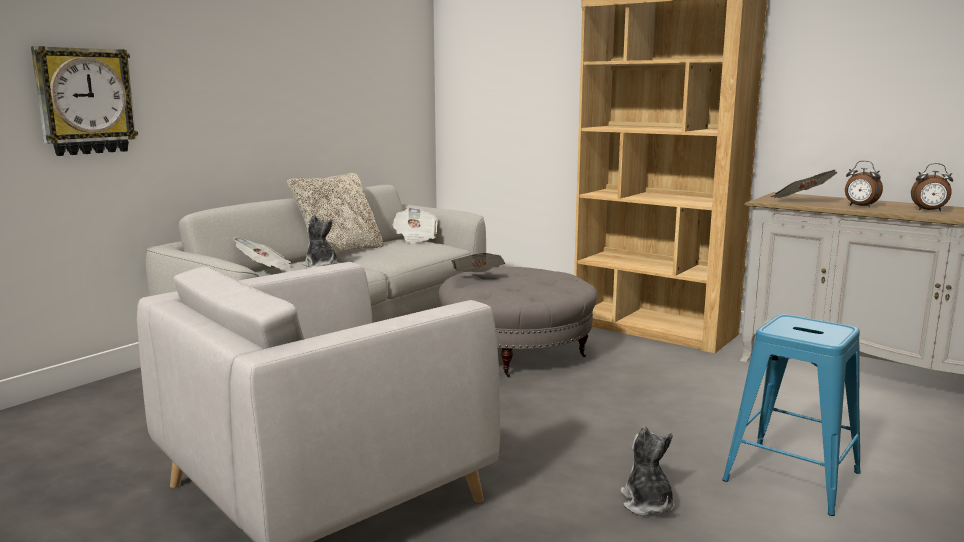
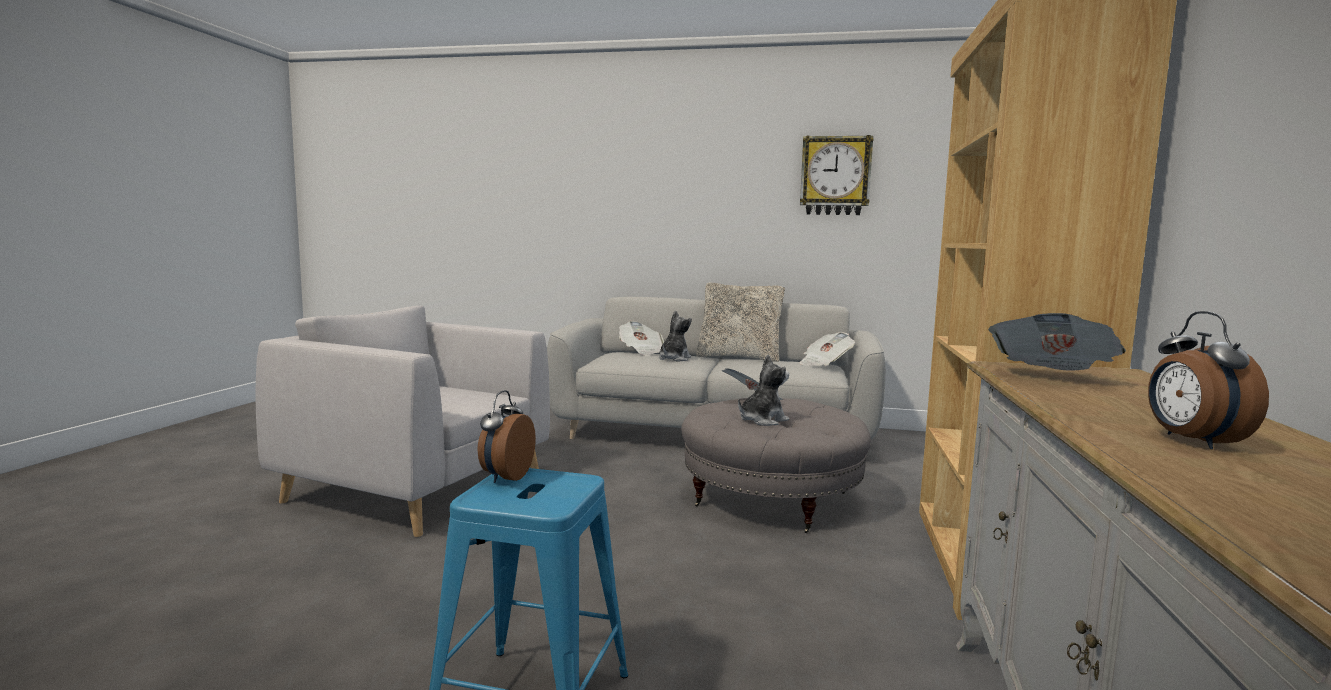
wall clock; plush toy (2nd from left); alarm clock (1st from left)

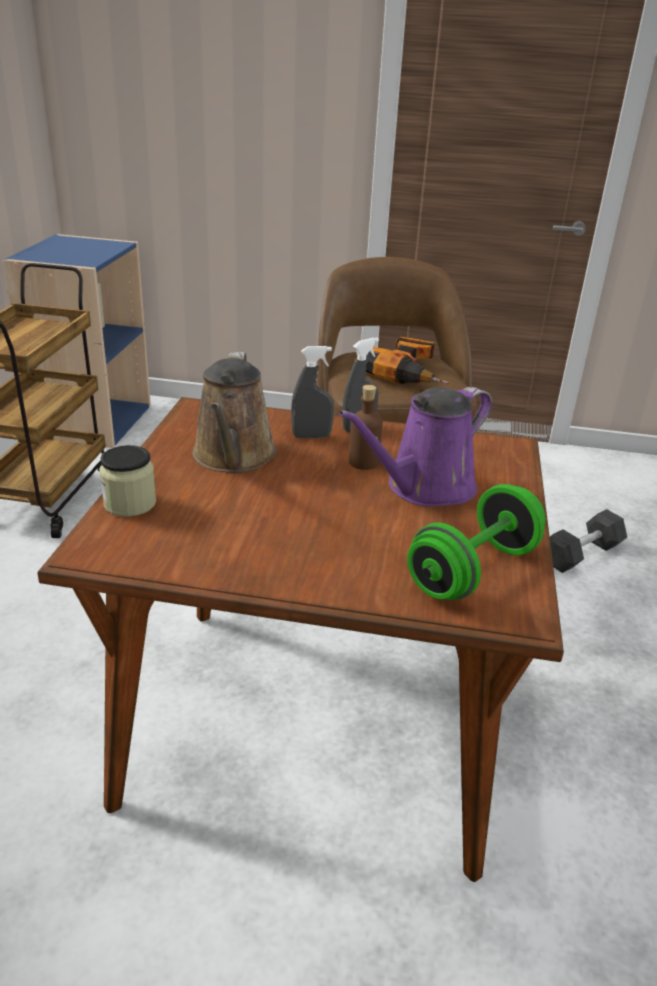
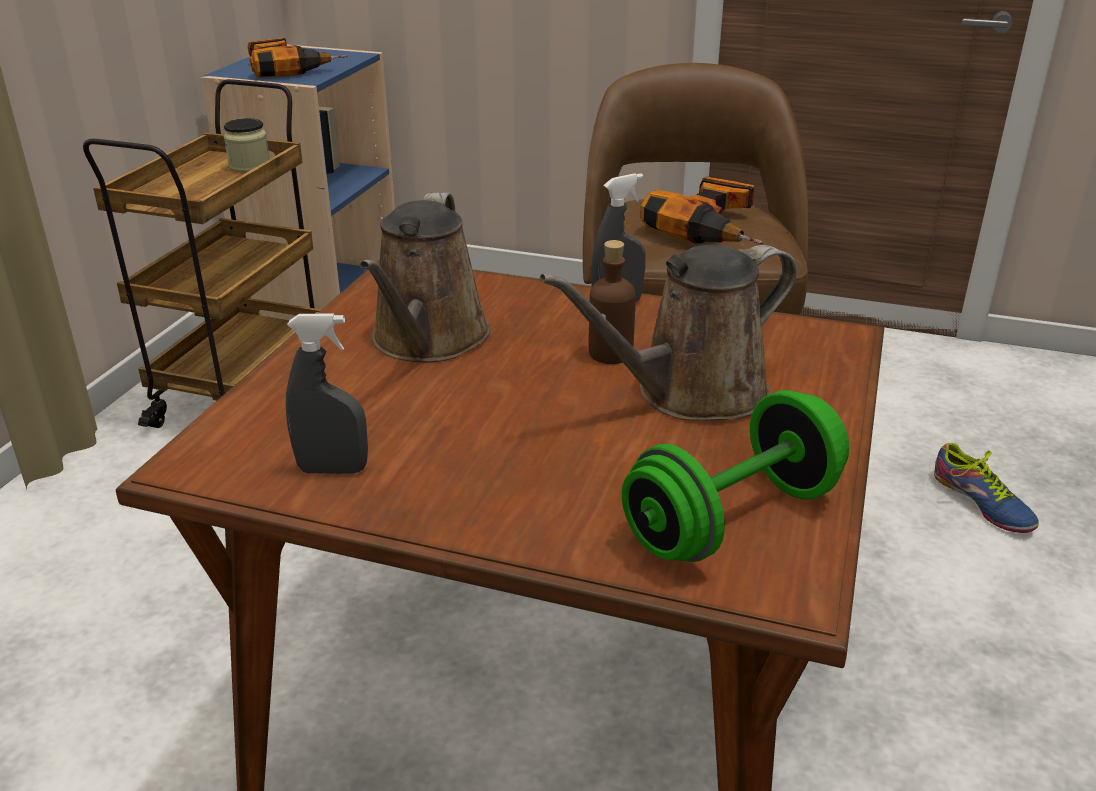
jar; grey spray bottle (1st from left); brown watering can (2nd from left); shoe; power drill (1st from left)

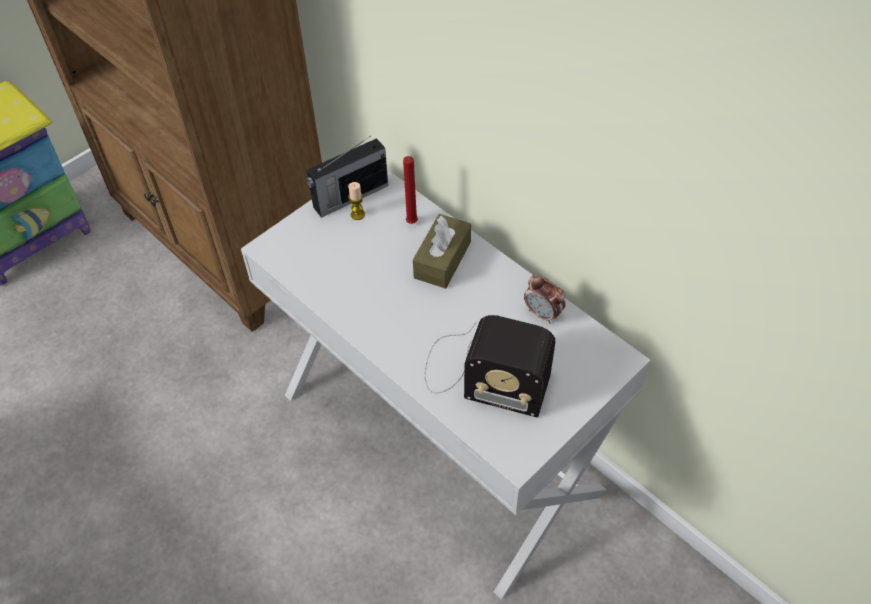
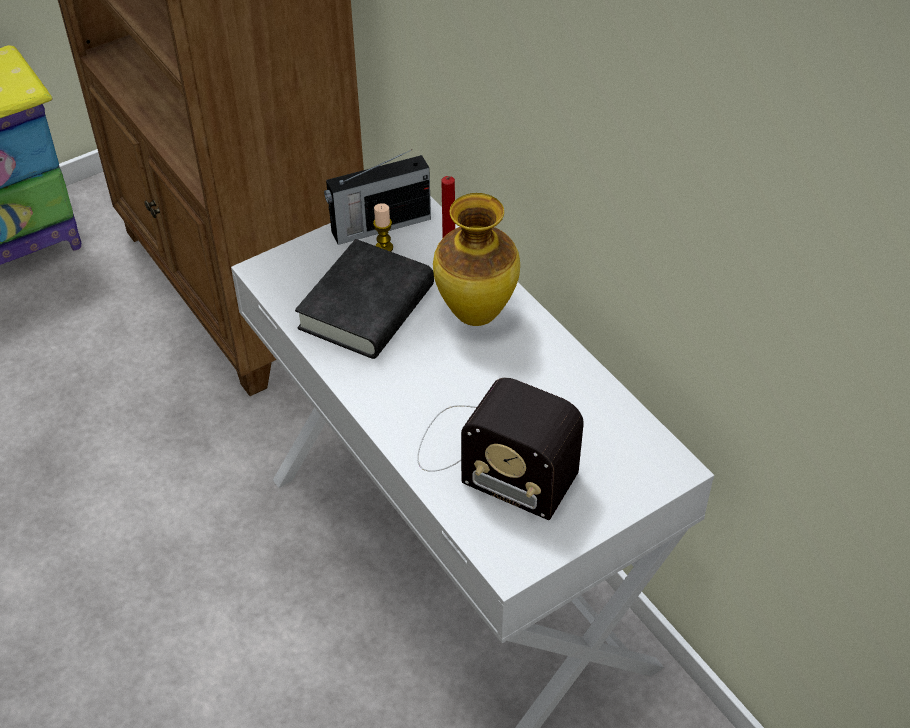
vase; alarm clock; black book

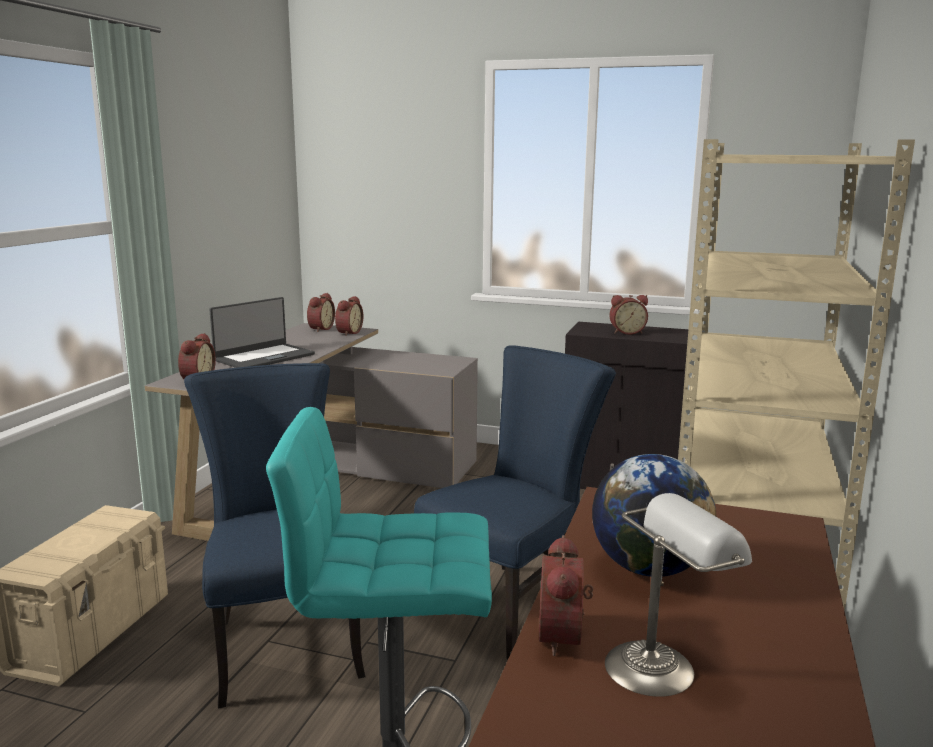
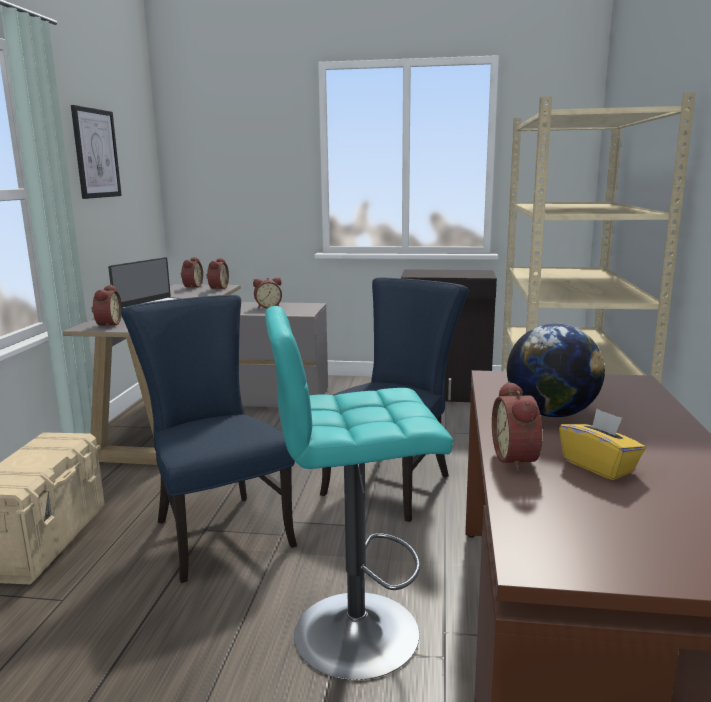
yellow tissue box; alarm clock (4th from left); picture

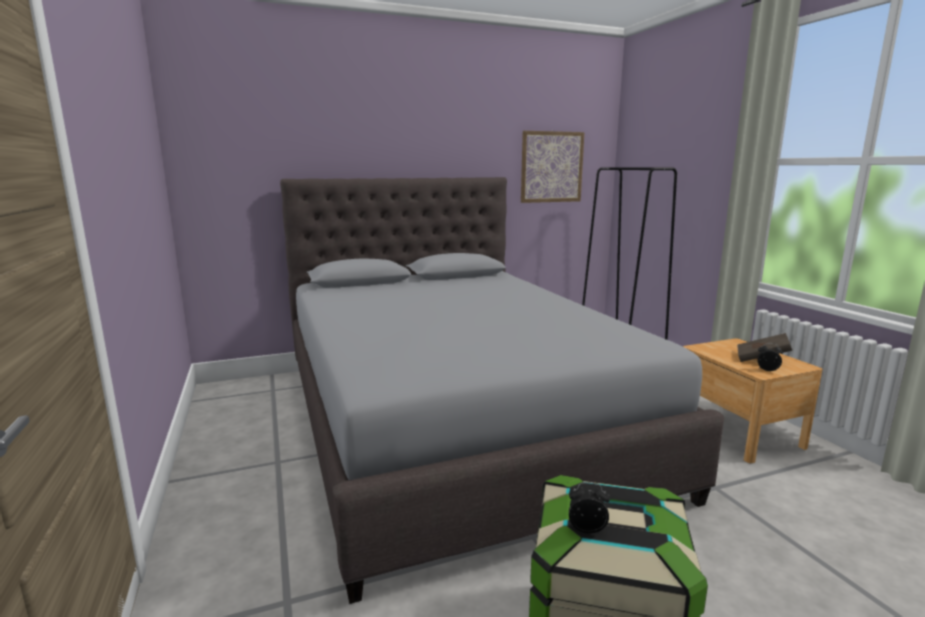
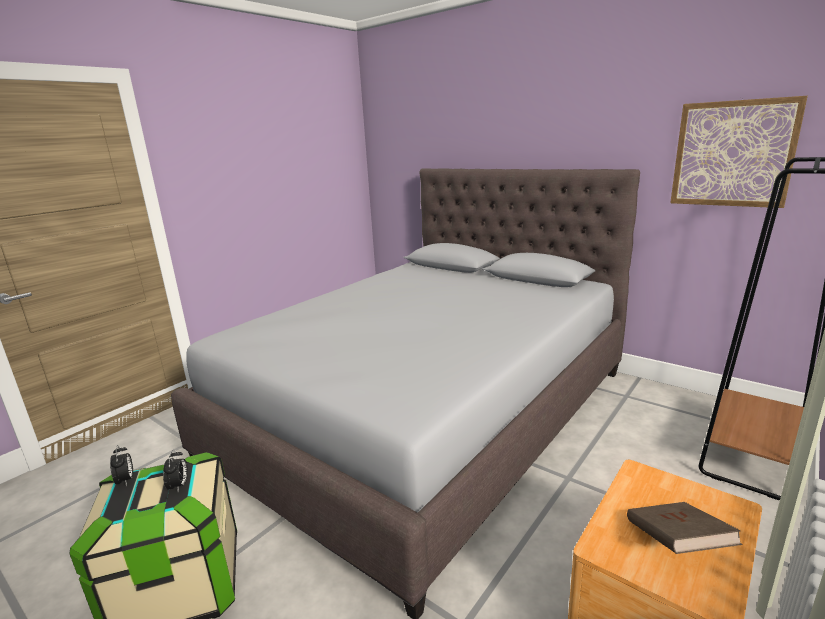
alarm clock (2nd from left)

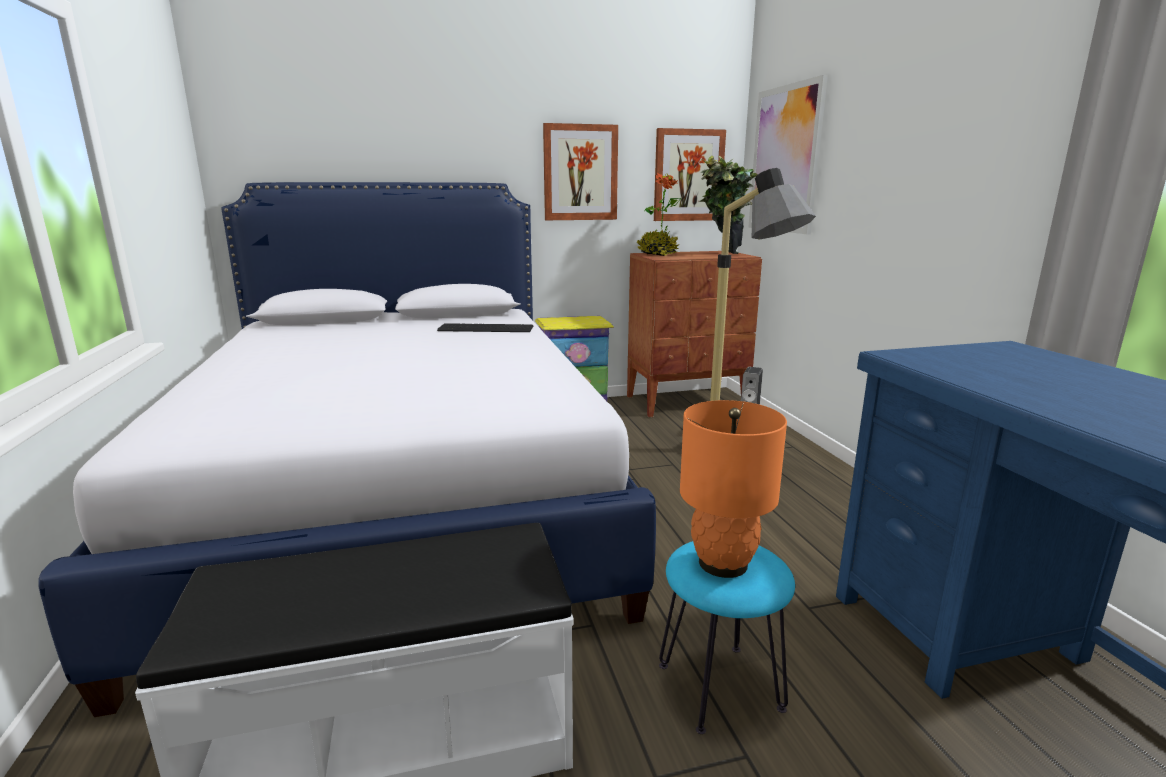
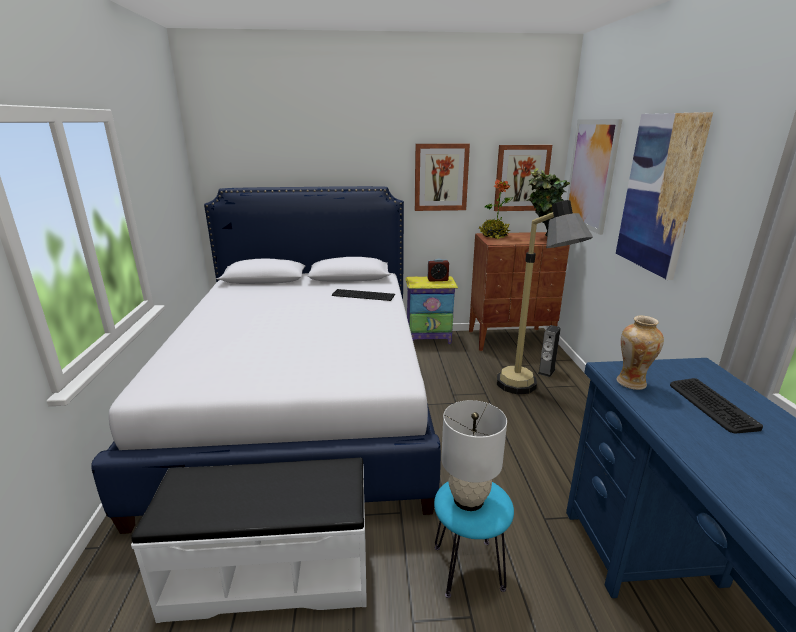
white table lamp; alarm clock; picture (4th from left); vase; keyboard (2nd from left)

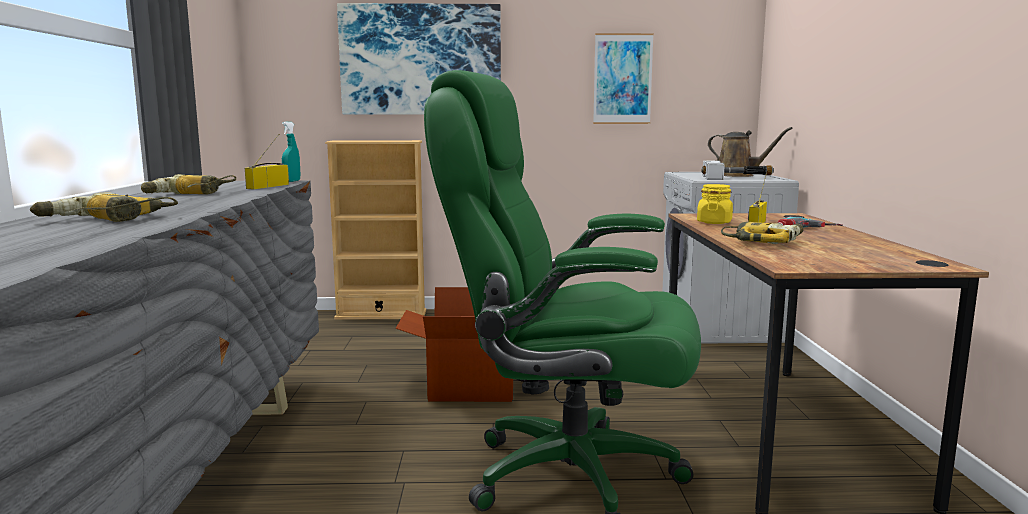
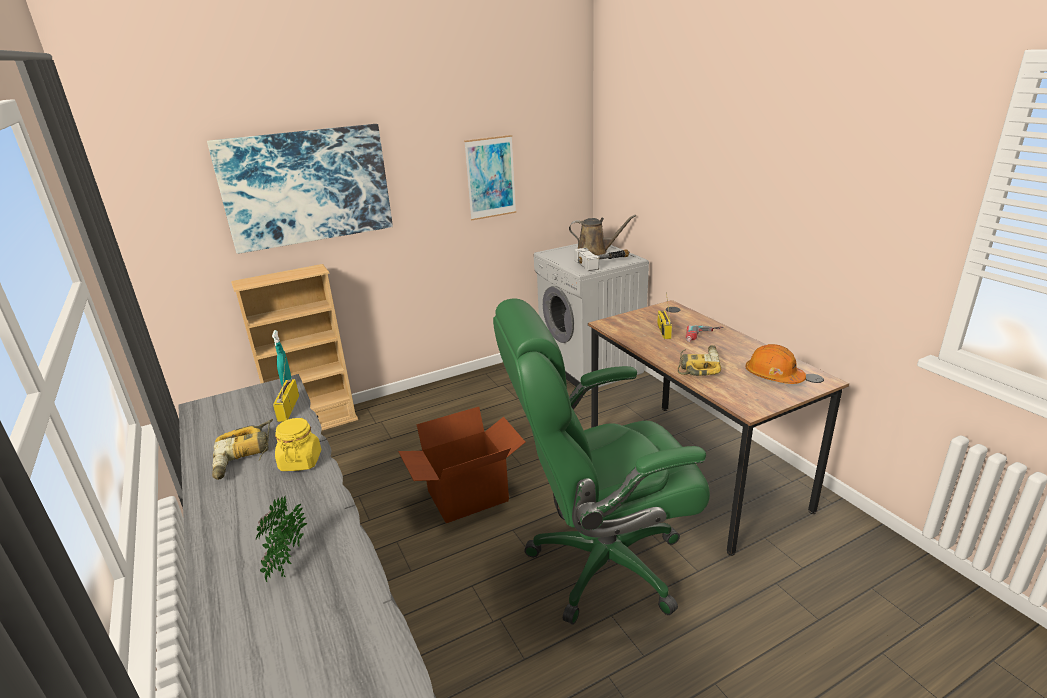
potted plant; yellow jar; orange hard hat

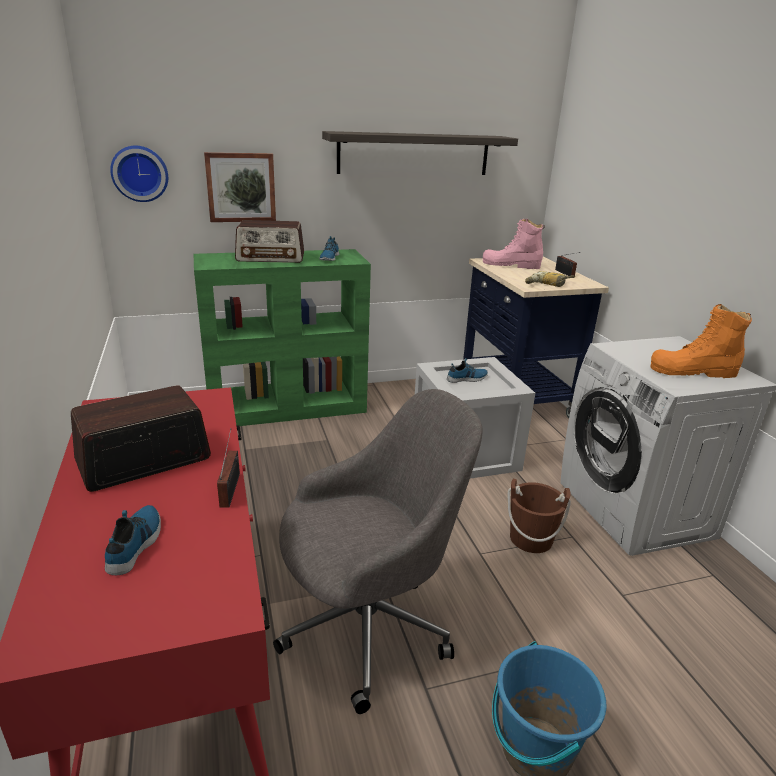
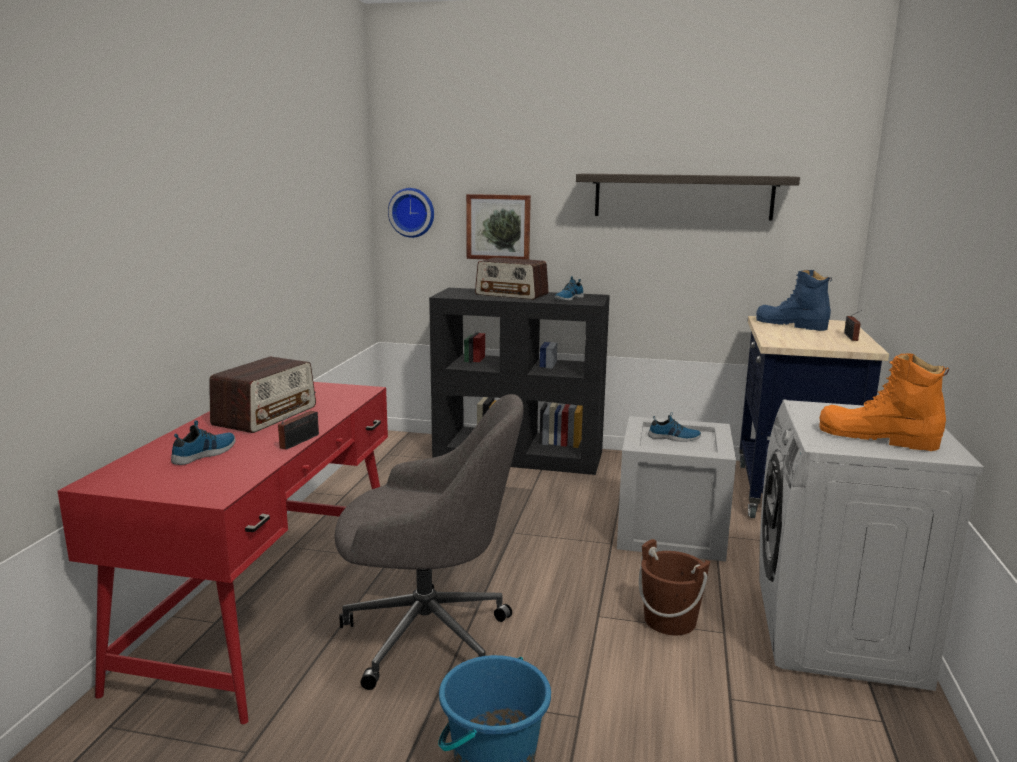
radio (1st from left); black bookcase; blue boot; power drill

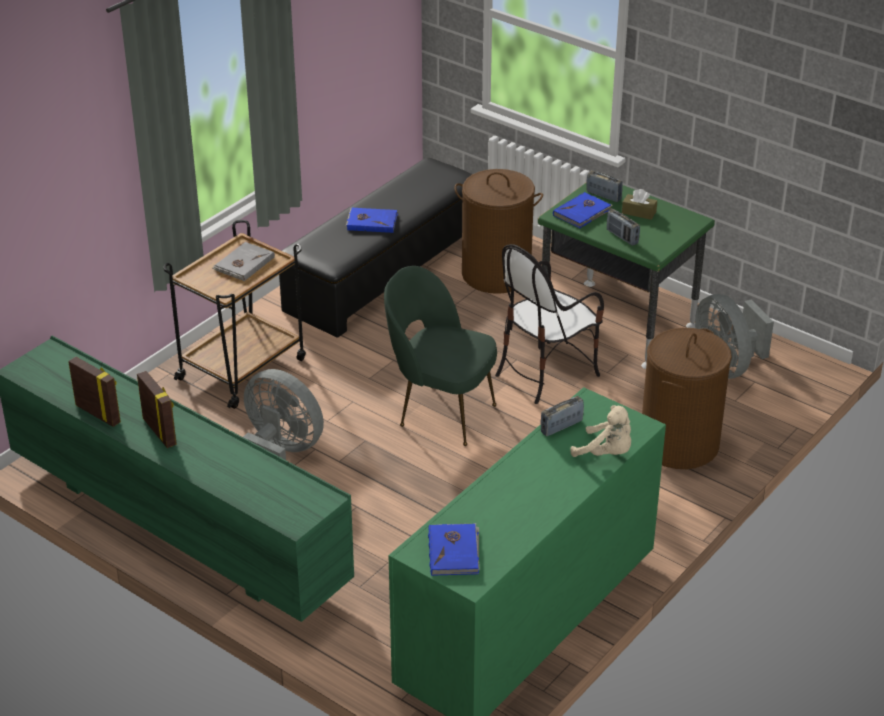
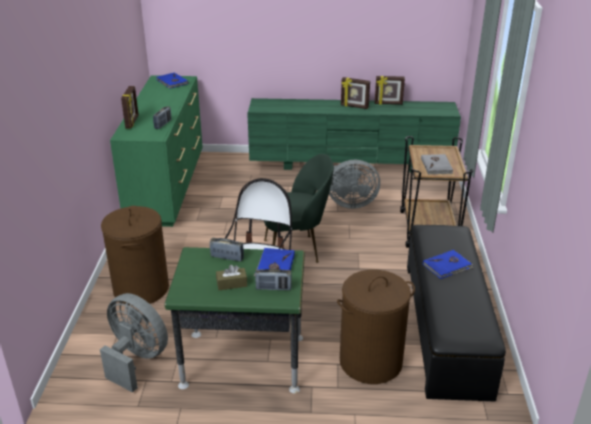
picture frame (1st from left)

